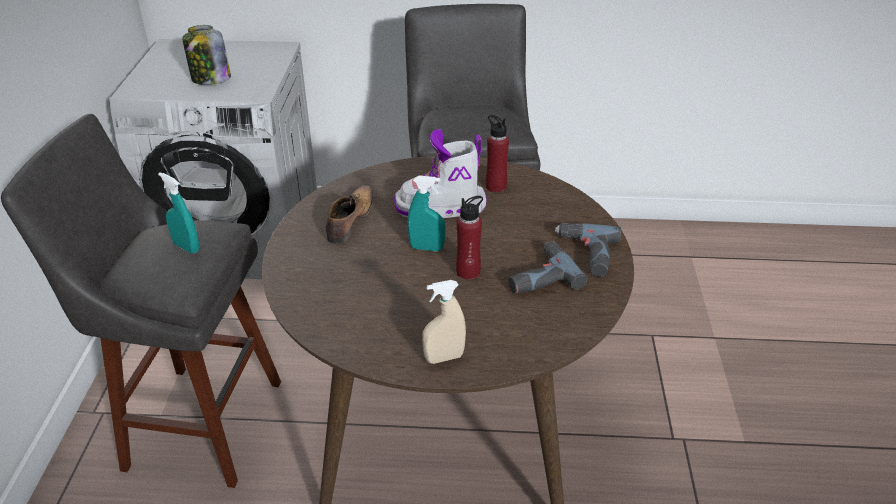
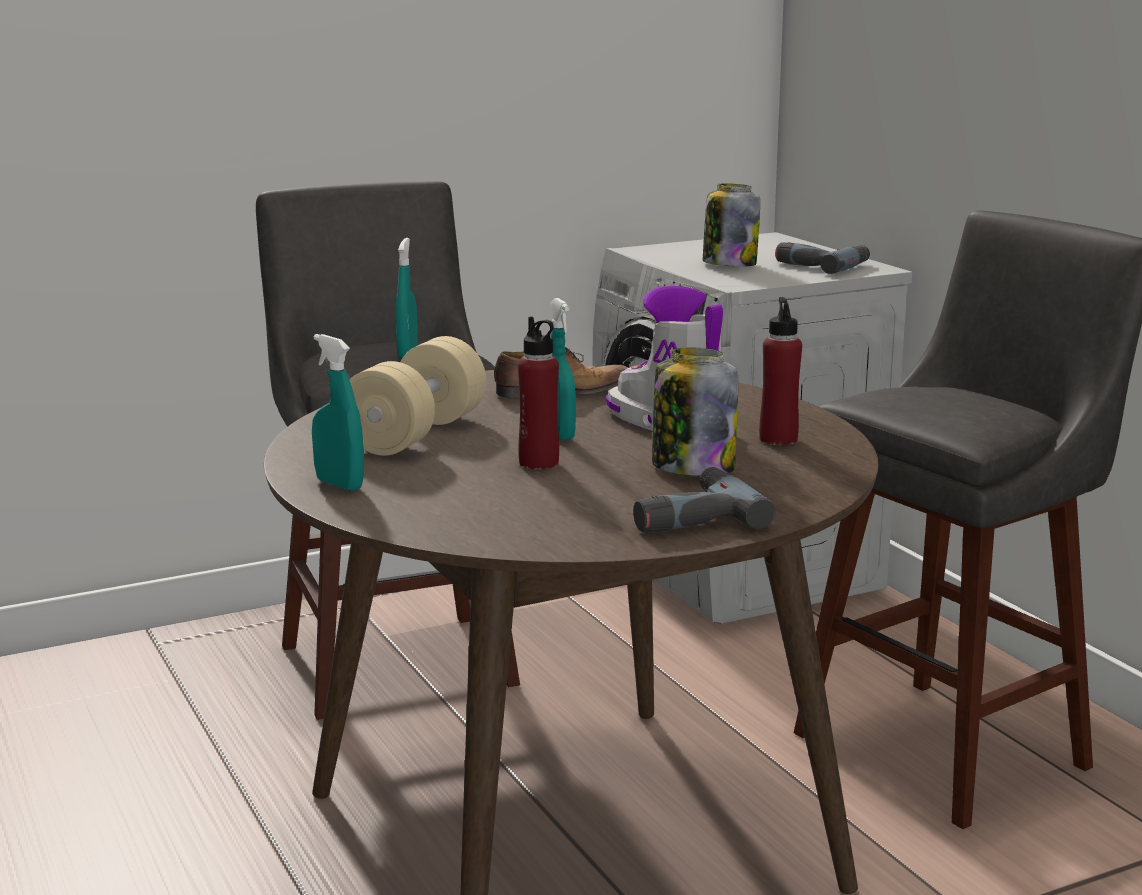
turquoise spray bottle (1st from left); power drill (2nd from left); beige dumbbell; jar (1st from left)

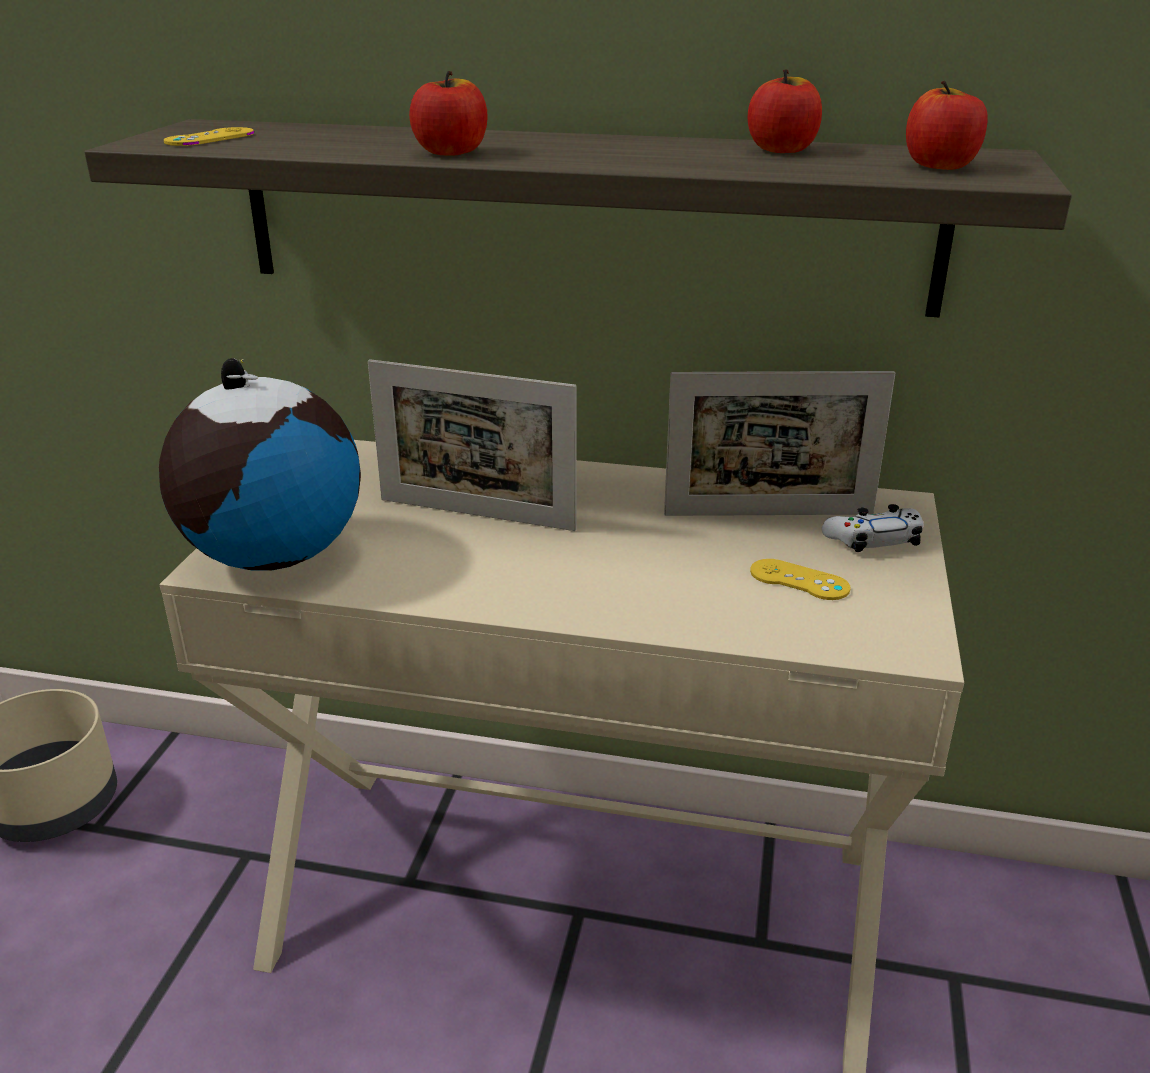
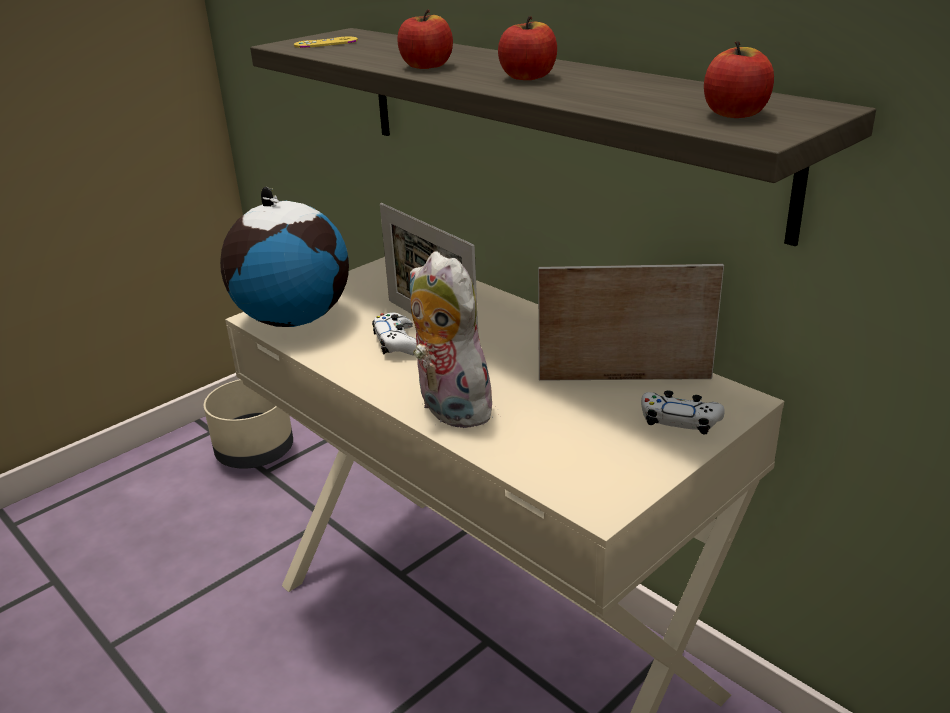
picture frame (2nd from left); apple (2nd from left); yellow game controller (2nd from left in the first image); white game controller (1st from left); plush toy

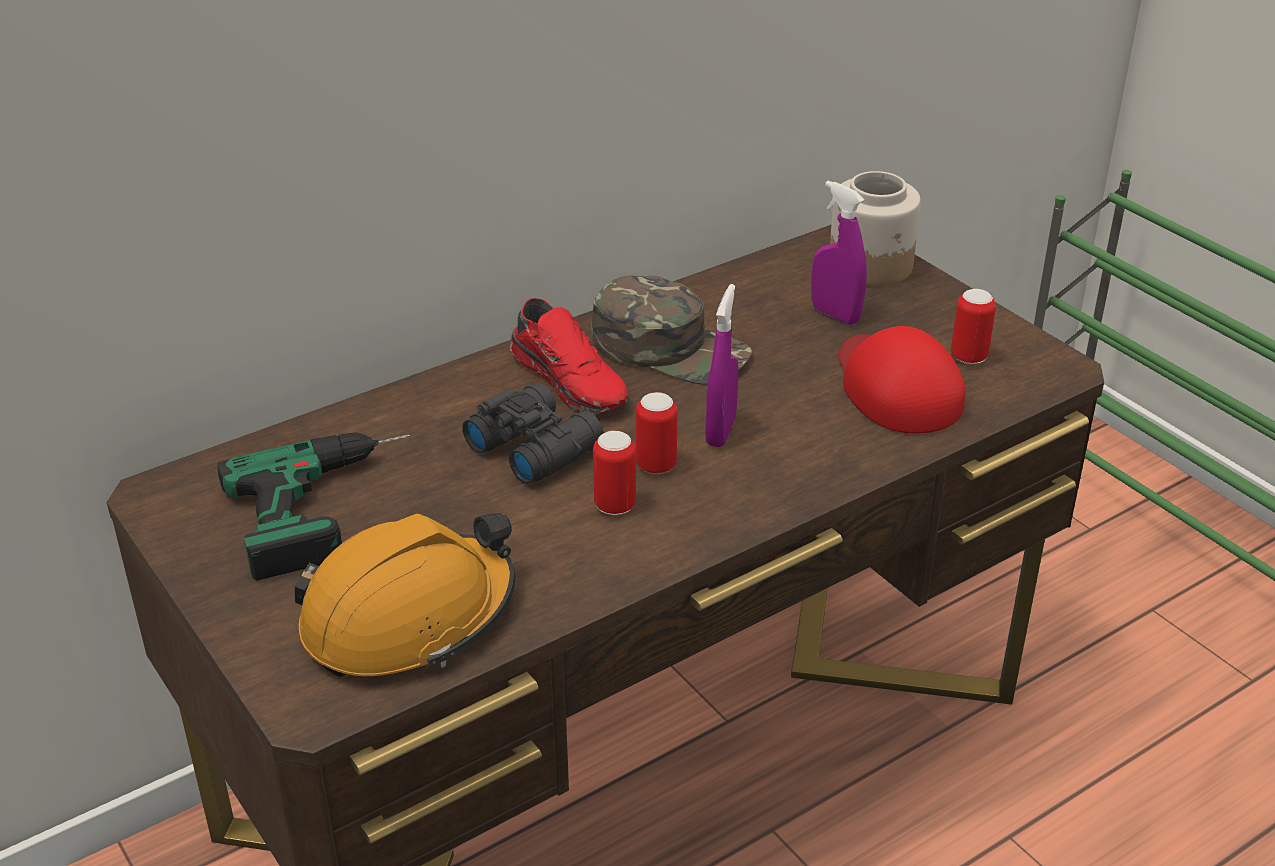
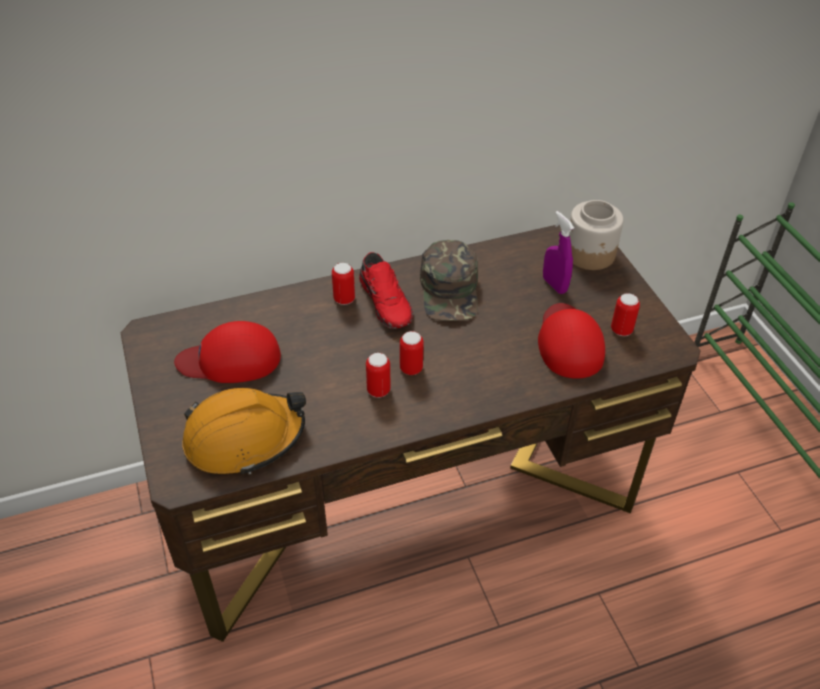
red cap (1st from left); black binoculars; green cap; purple spray bottle (1st from left in the first image); can (1st from left)

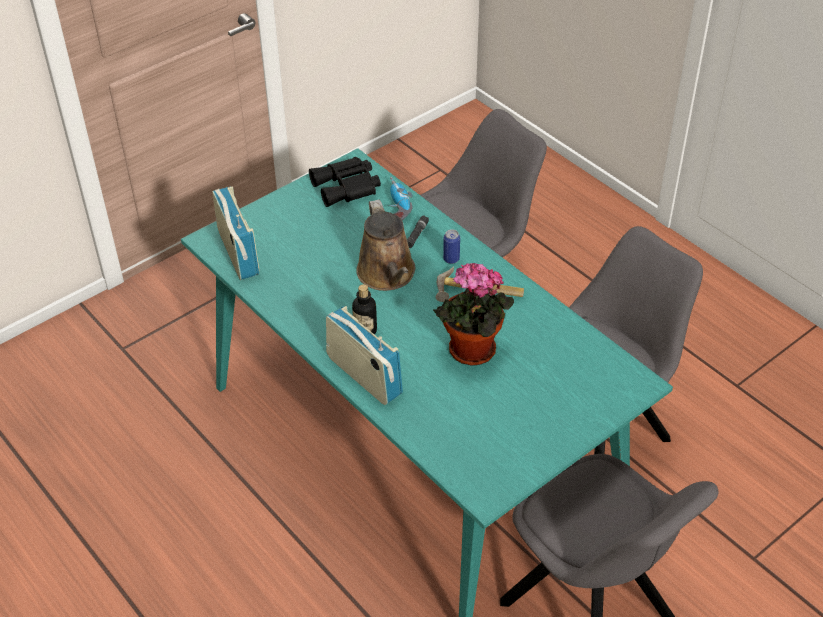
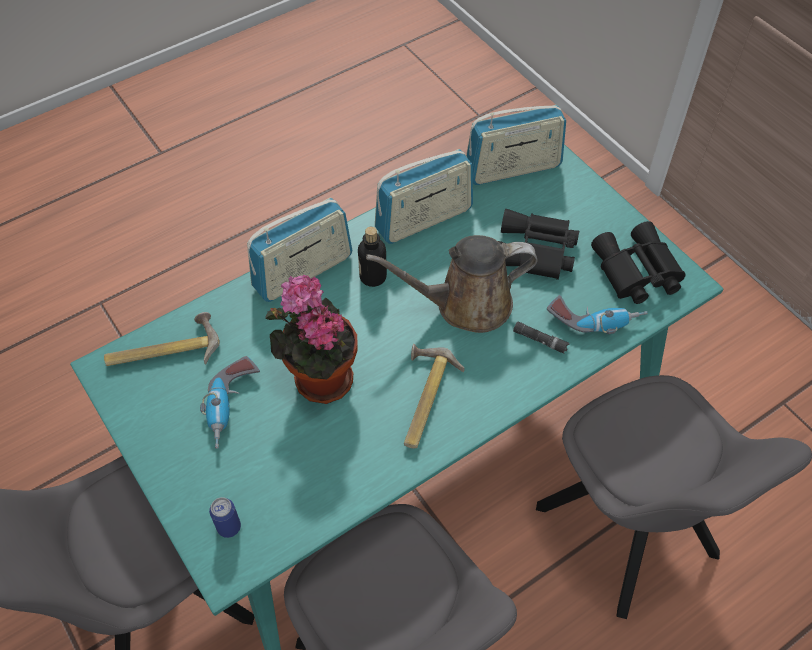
can; hammer (1st from left); power drill (1st from left); radio (2nd from left); black binoculars (1st from left)

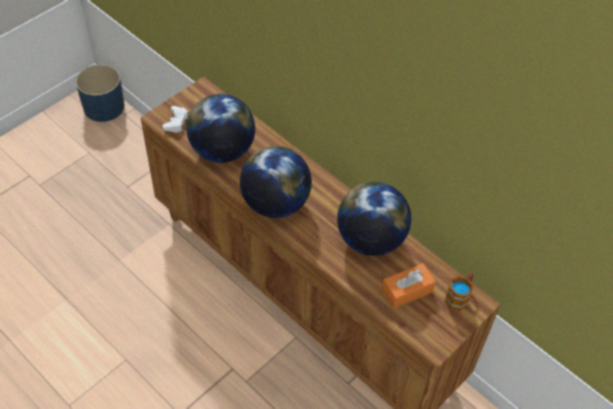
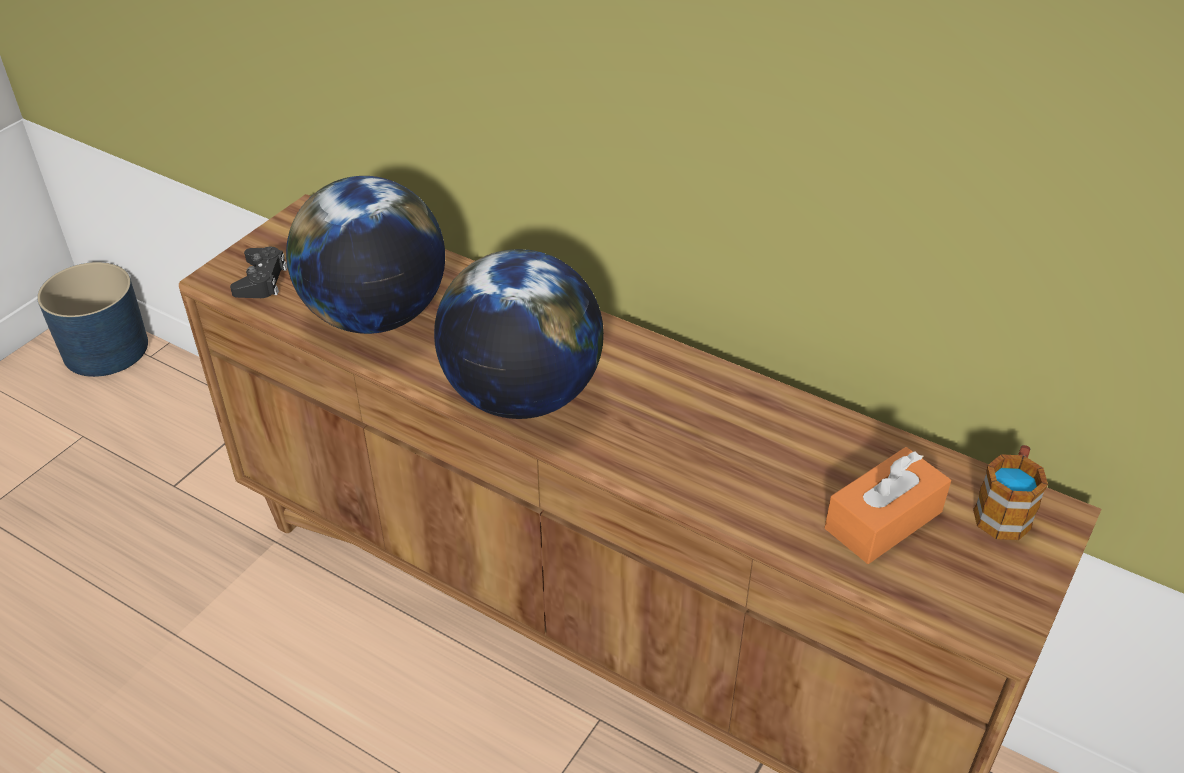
black game controller; globe (3rd from left in the first image)

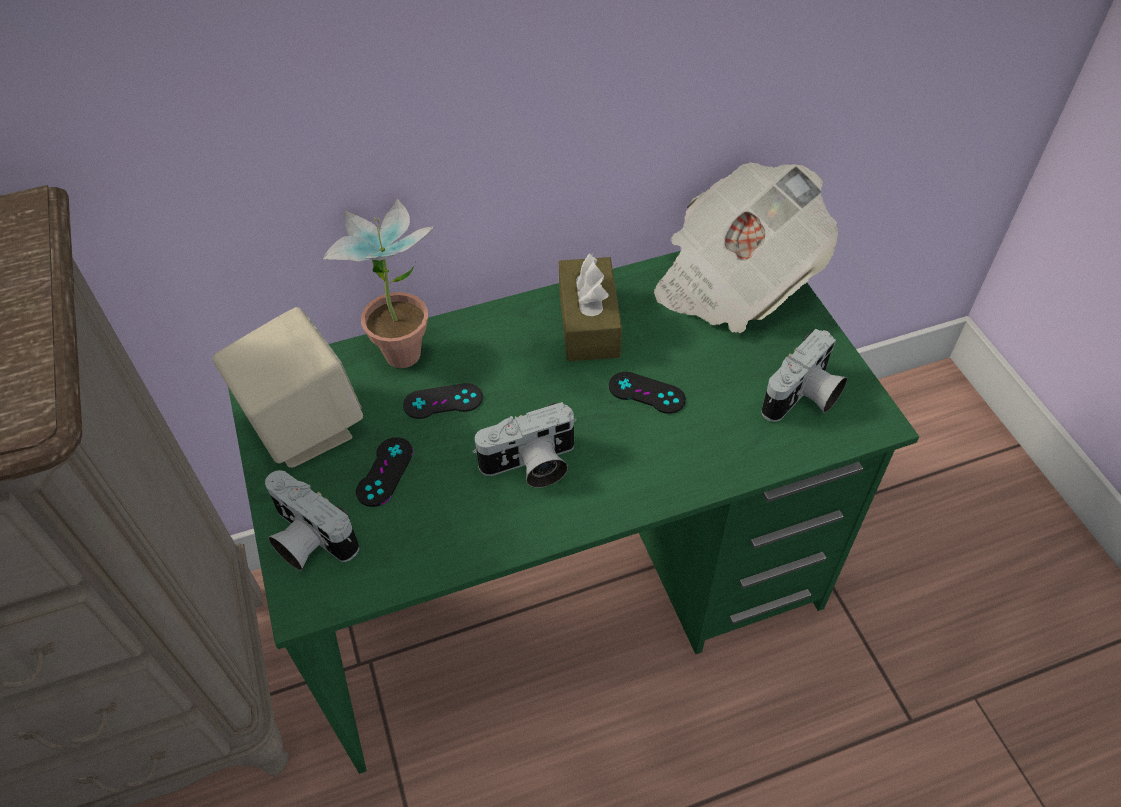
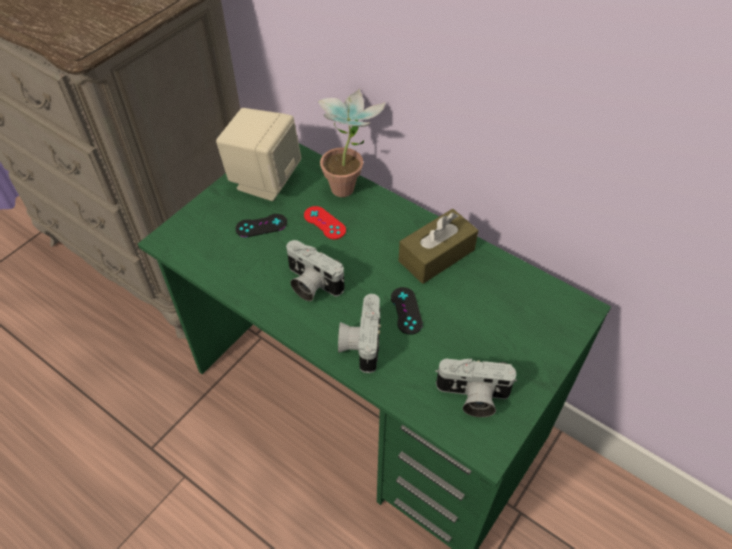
photo camera (2nd from left); red game controller; newspaper

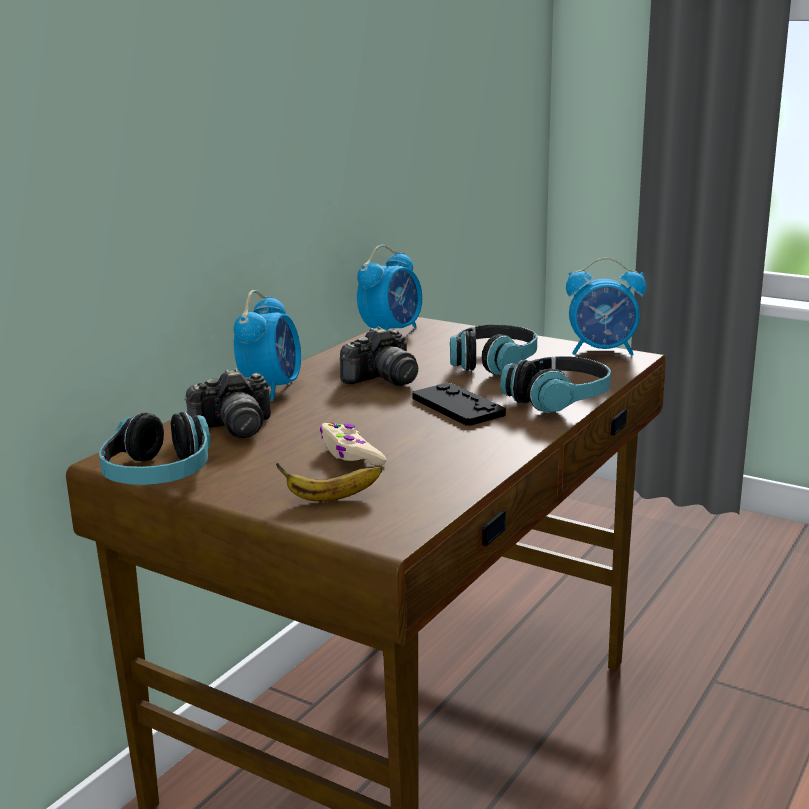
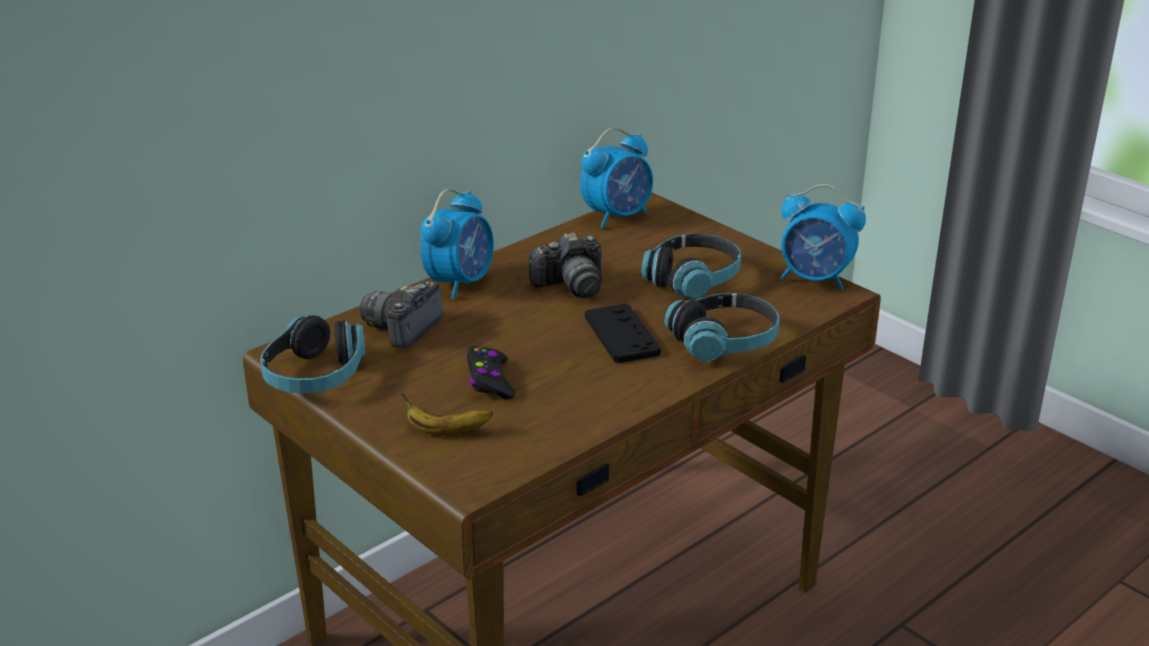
photo camera (1st from left); black game controller (1st from left)

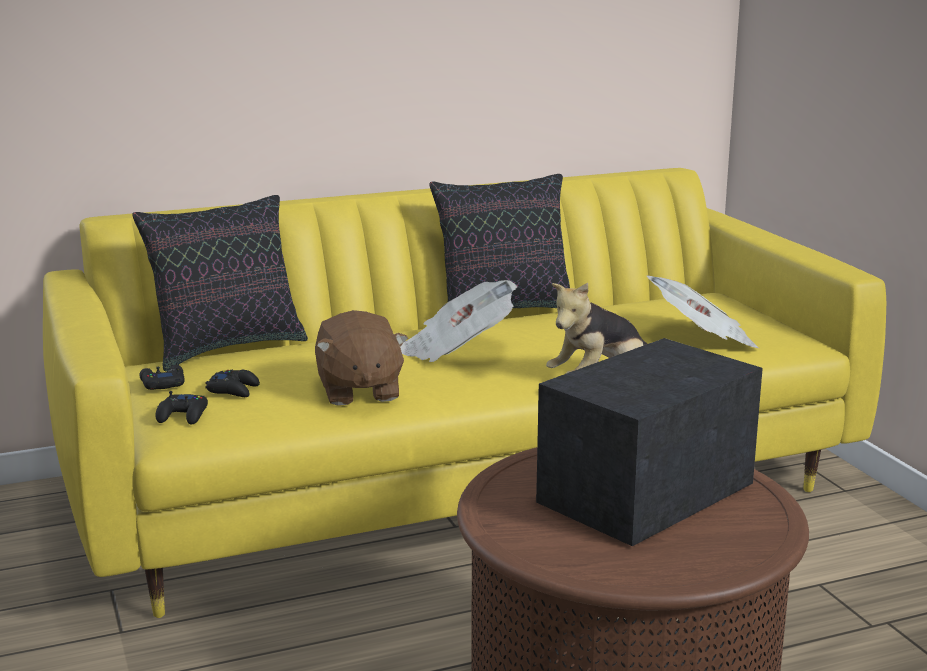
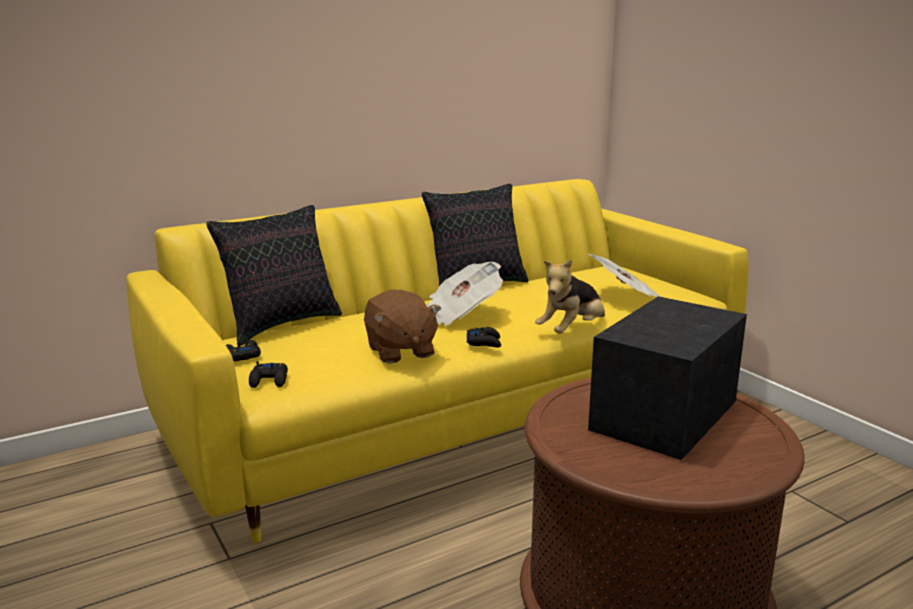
black game controller (3rd from left)

